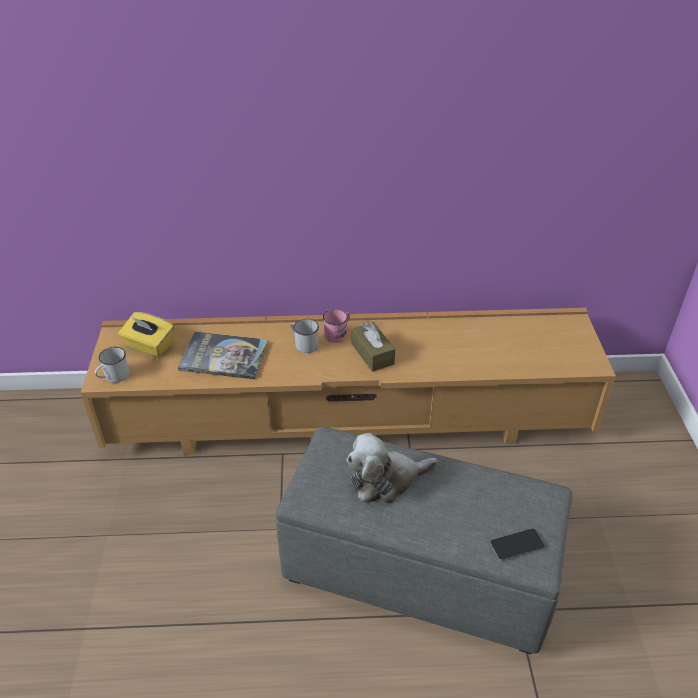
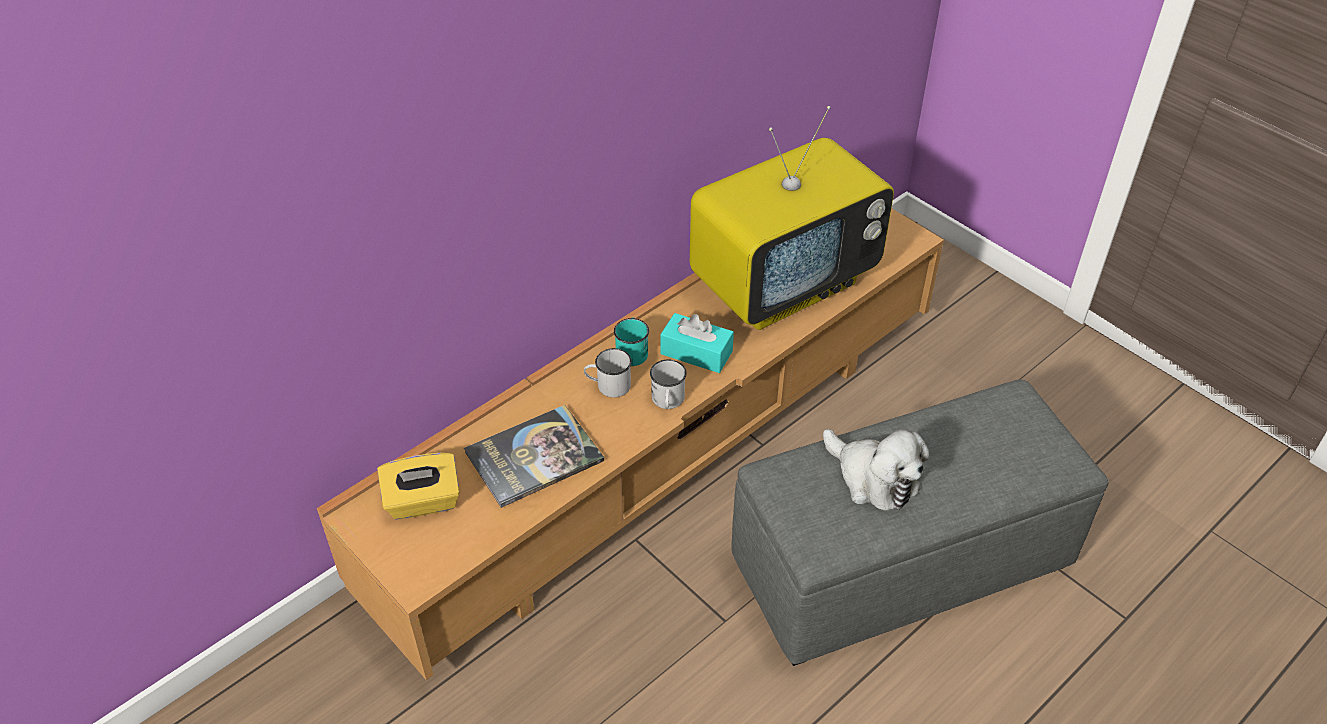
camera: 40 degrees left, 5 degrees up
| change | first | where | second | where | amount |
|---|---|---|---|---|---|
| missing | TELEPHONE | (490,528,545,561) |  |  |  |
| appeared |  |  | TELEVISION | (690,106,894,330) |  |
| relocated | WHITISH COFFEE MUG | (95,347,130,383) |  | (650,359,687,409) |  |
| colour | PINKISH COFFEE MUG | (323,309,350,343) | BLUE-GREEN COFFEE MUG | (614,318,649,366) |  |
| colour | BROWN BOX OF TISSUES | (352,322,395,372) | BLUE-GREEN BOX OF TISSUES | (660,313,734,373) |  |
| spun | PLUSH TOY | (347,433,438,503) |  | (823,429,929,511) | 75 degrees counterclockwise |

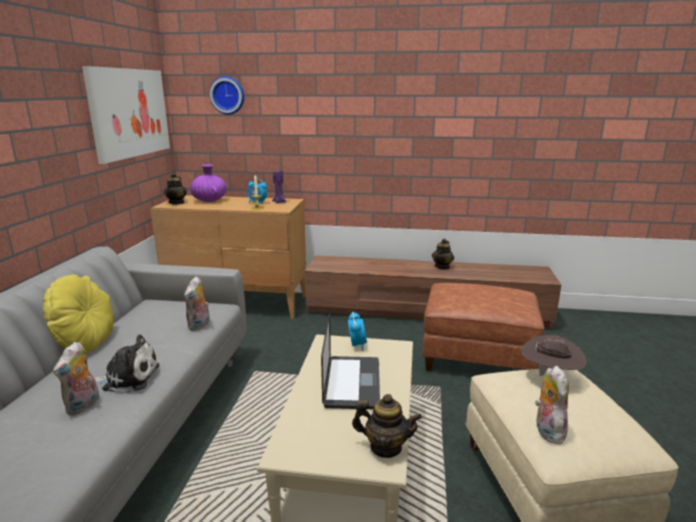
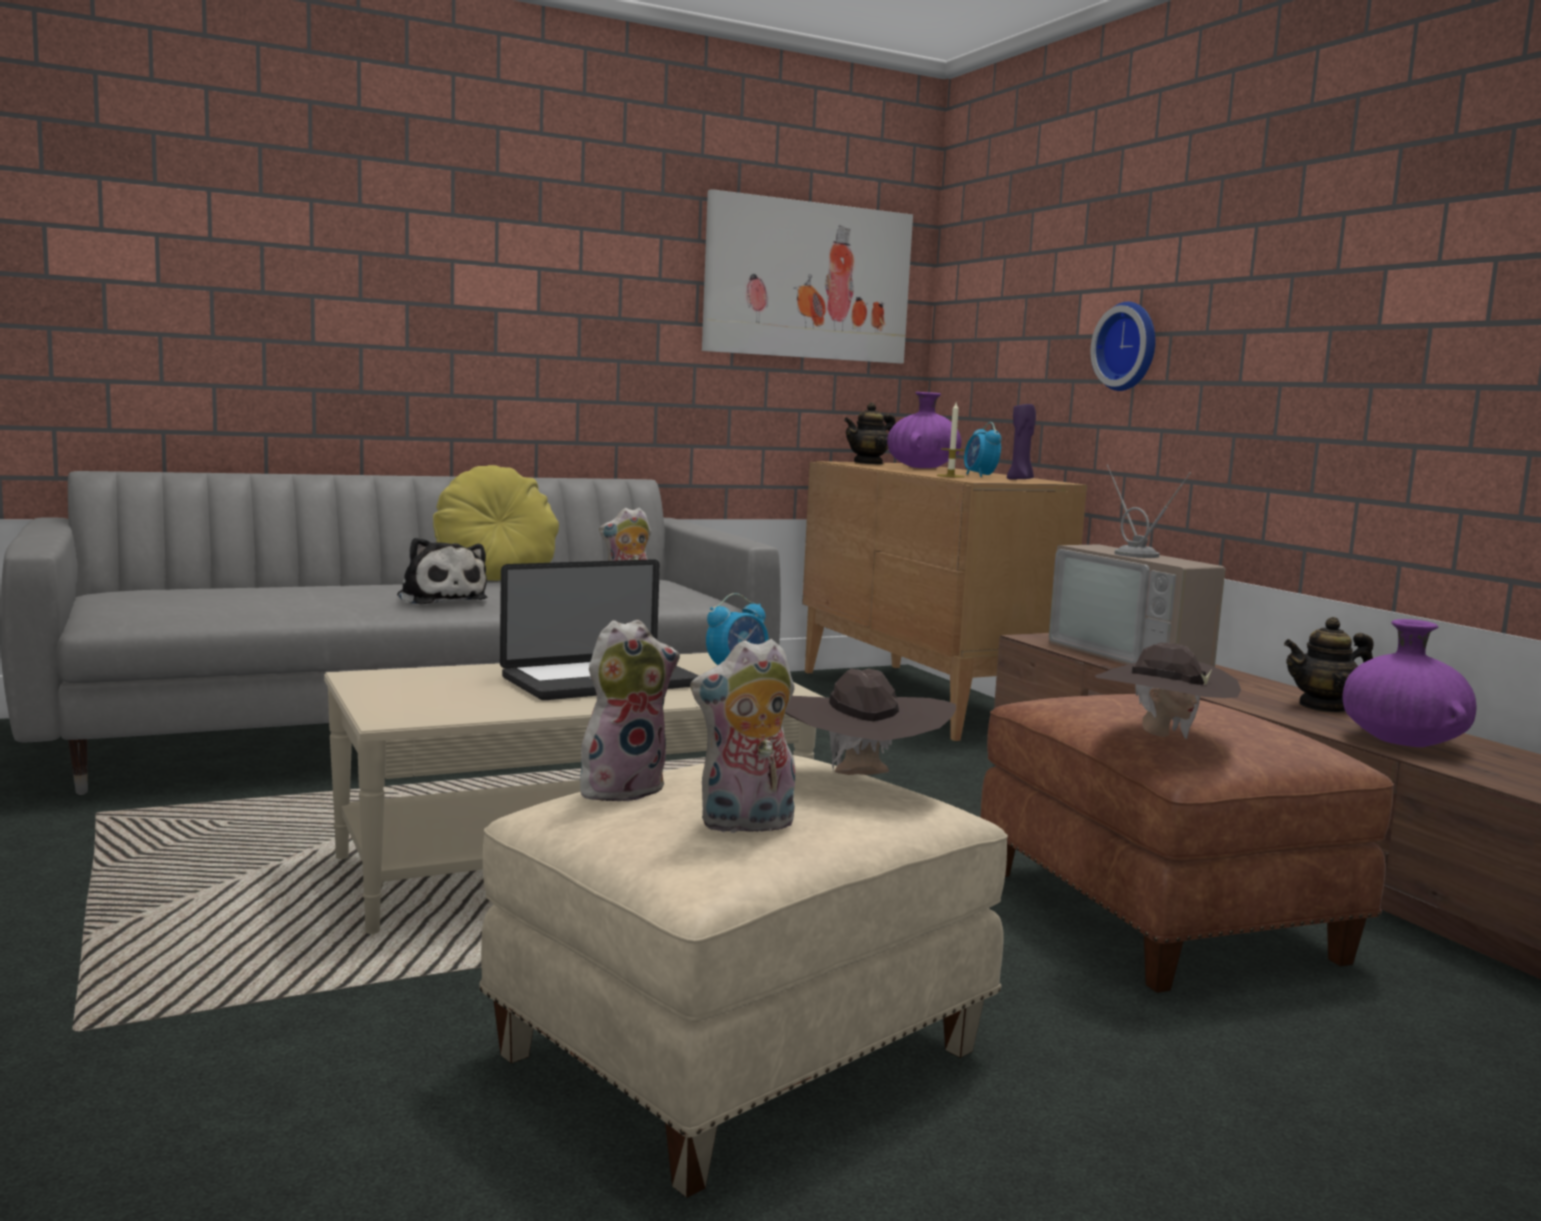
camera: 55 degrees right, 10 degrees down
| change | first | where | second | where | amount |
|---|---|---|---|---|---|
| missing | TEA POT | (352,394,422,458) |  |  |  |
| appeared |  |  | TELEVISION | (1049,464,1225,667) |  |
| appeared |  |  | BROWN HAT | (1095,643,1241,739) |  |
| appeared |  |  | PURPLE VASE | (1343,619,1477,747) |  |
| relocated | PLUSH TOY | (53,342,99,415) |  | (690,639,796,833) |  |
| relocated | HANGING CLOCK | (209,76,244,115) |  | (1091,302,1156,391) |  |

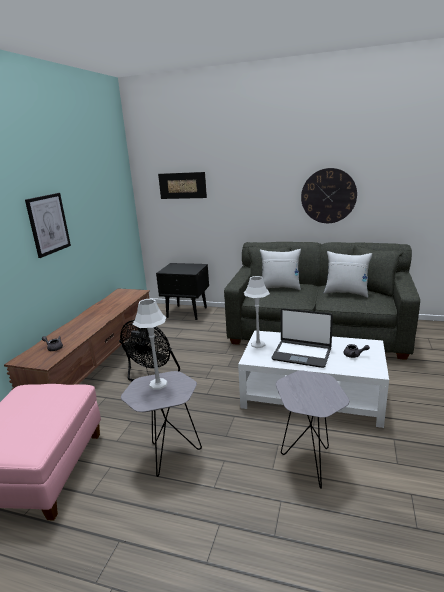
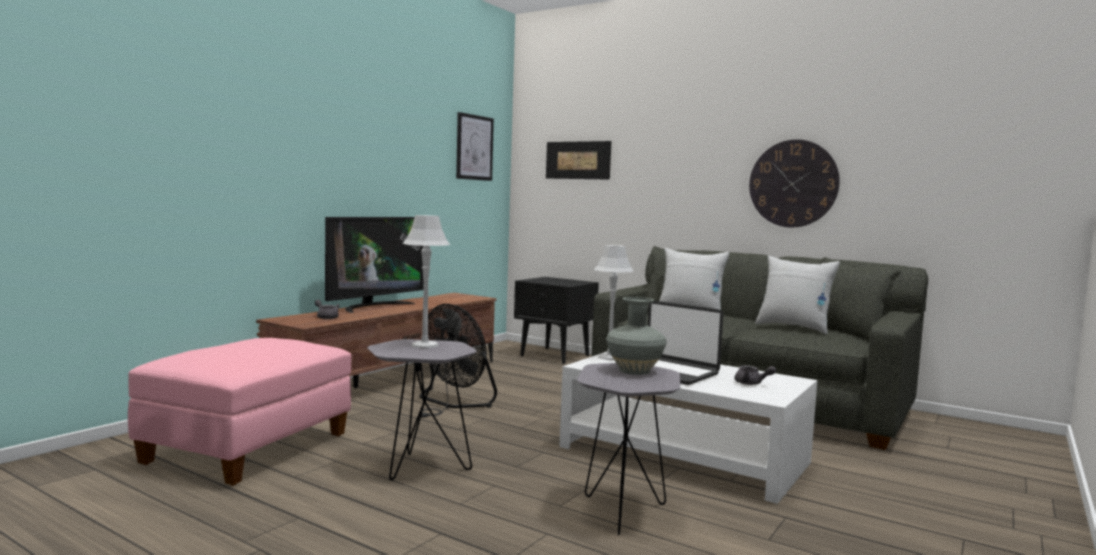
camera: 15 degrees right, 15 degrees down
| change | first | where | second | where | amount |
|---|---|---|---|---|---|
| appeared |  |  | TELEVISION | (325,217,424,313) |  |
| appeared |  |  | GREYISH VASE | (606,297,667,375) |  |
| relocated | PICTURE | (25,193,71,258) |  | (456,112,494,181) |  |

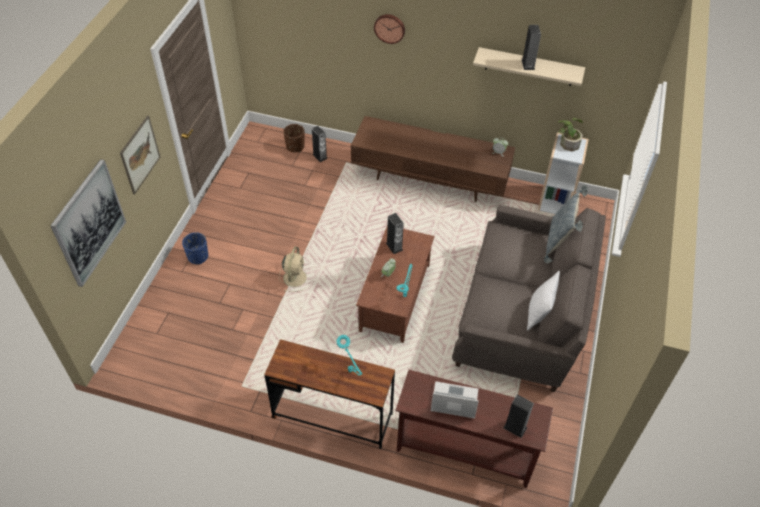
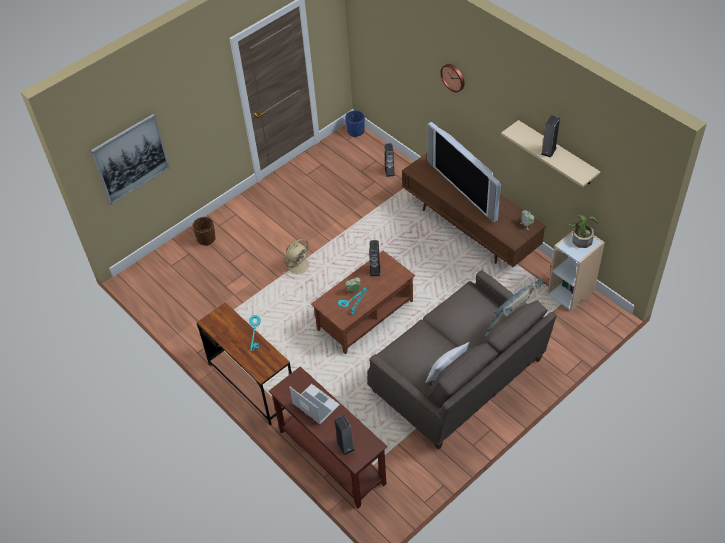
camera: 35 degrees right, 0 degrees up
| change | first | where | second | where | amount |
|---|---|---|---|---|---|
| missing | PICTURE | (120,116,160,194) |  |  |  |
| appeared |  |  | TELEVISION | (427,122,501,222) |  |
| relocated | BLUISH FLOWER POT | (182,232,208,264) |  | (345,110,365,137) |  |
| relocated | BROWN FLOWER POT | (283,124,305,152) |  | (192,217,216,246) |  |

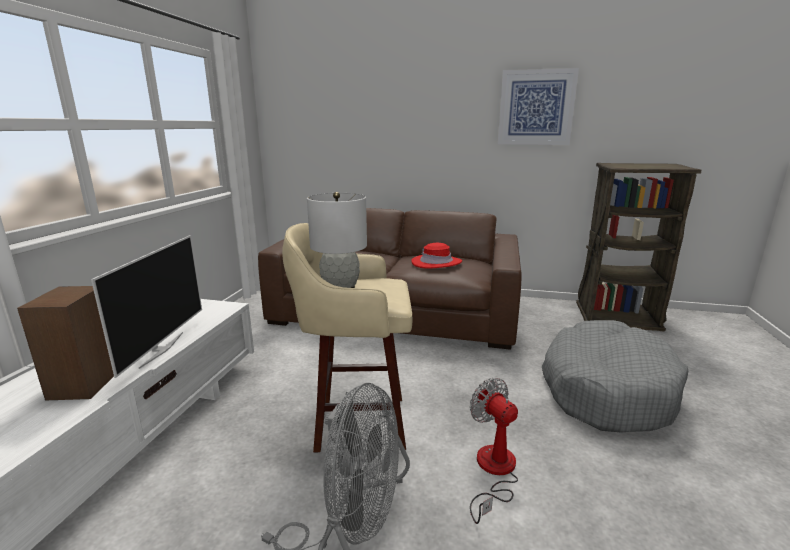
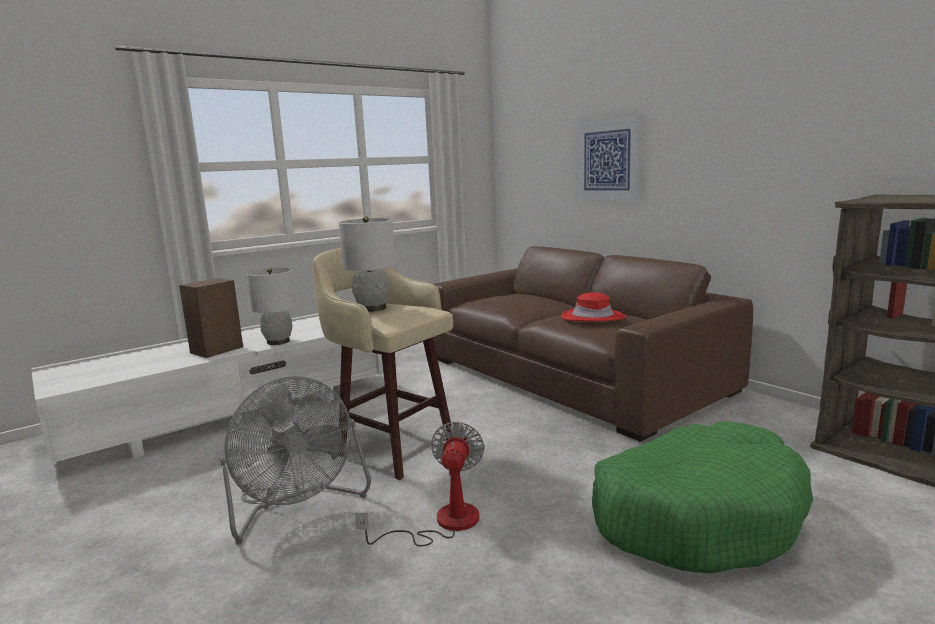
camera: 40 degrees right, 5 degrees down
| change | first | where | second | where | amount |
|---|---|---|---|---|---|
| relocated | PICTURE | (498,68,579,145) |  | (576,115,642,202) |  |
| exchanged | TELEVISION | (91,235,202,378) | WHITISH TABLETOP LAMP | (247,268,296,345) |  |
| colour | GREYISH DOG BED | (542,320,688,433) | GREENISH DOG BED | (592,422,813,573) |  |

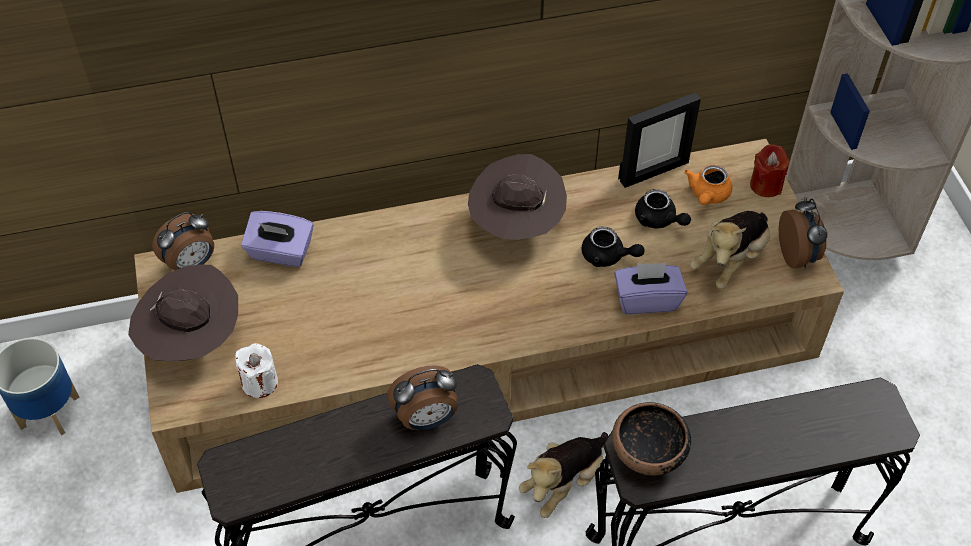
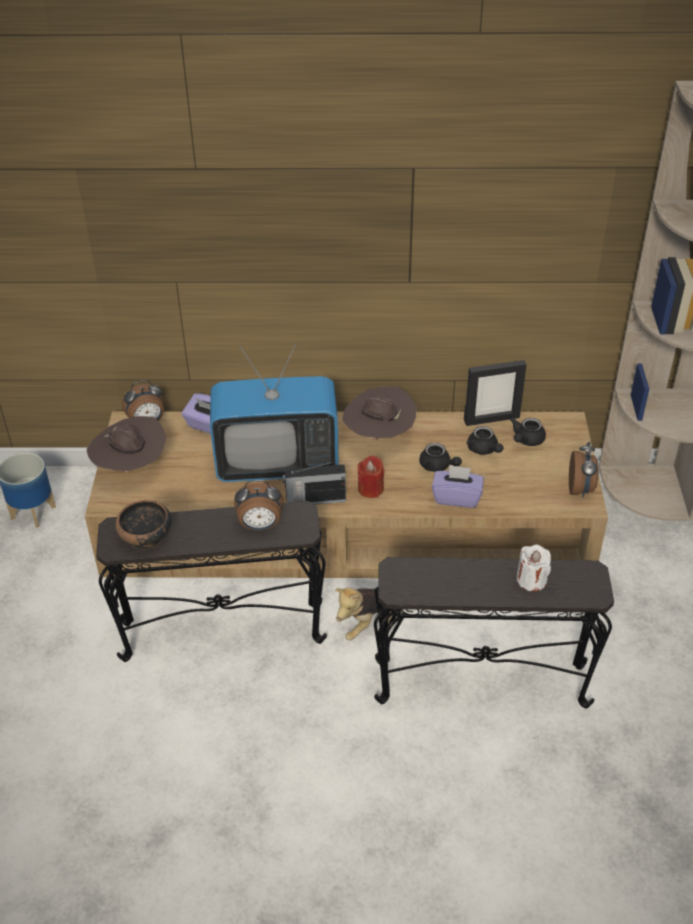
camera: 15 degrees right, 10 degrees down
| change | first | where | second | where | amount |
|---|---|---|---|---|---|
| missing | PLUSH TOY | (690,211,770,289) |  |  |  |
| appeared |  |  | TELEVISION | (210,343,339,482) |  |
| appeared |  |  | RADIO | (282,461,346,505) |  |
| relocated | WHITISH CANDLE | (235,343,278,398) |  | (517,545,551,591) |  |
| relocated | SERVING BOWL | (612,402,691,476) |  | (115,500,171,549) |  |
| relocated | RED-COLOURED CANDLE | (750,144,789,197) |  | (357,456,384,498) |  |
| colour | ORANGE-COLOURED TEA POT | (684,165,732,205) | BLACKISH TEA POT | (510,418,546,446) |  |

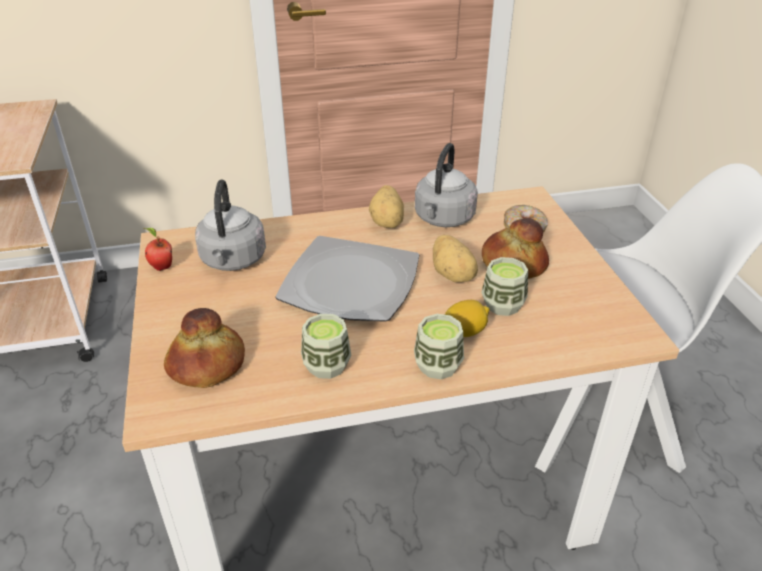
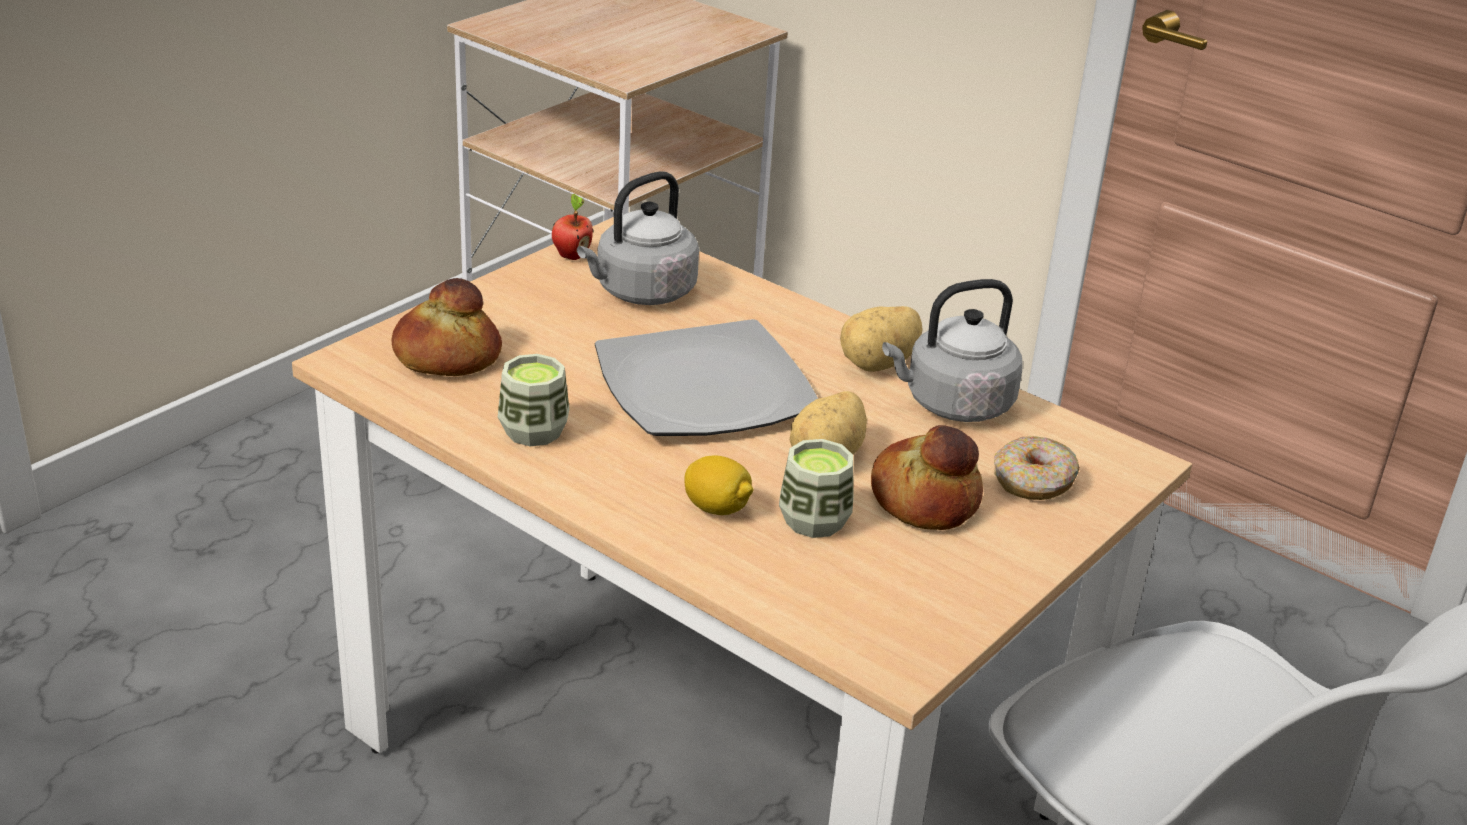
camera: 50 degrees right, 5 degrees down
| change | first | where | second | where | amount |
|---|---|---|---|---|---|
| missing | CUP | (414,314,464,379) |  |  |  |

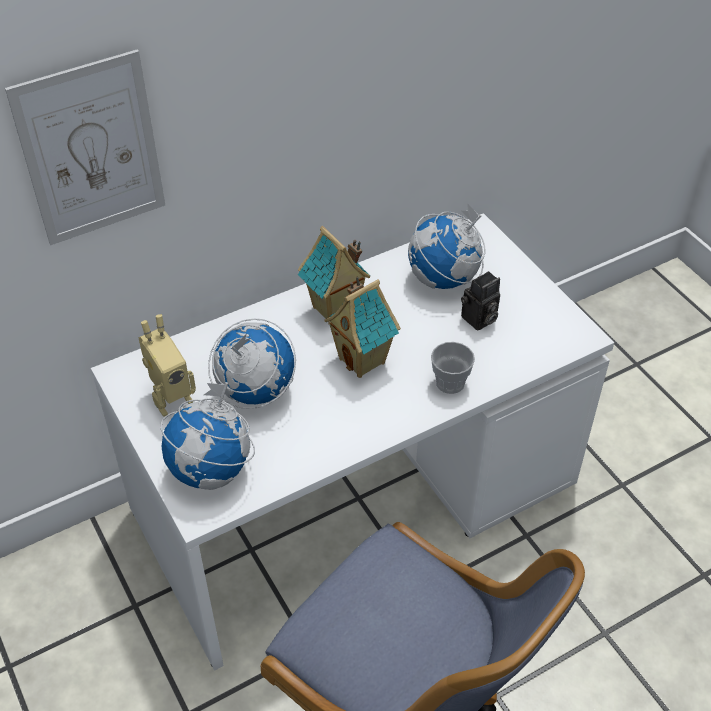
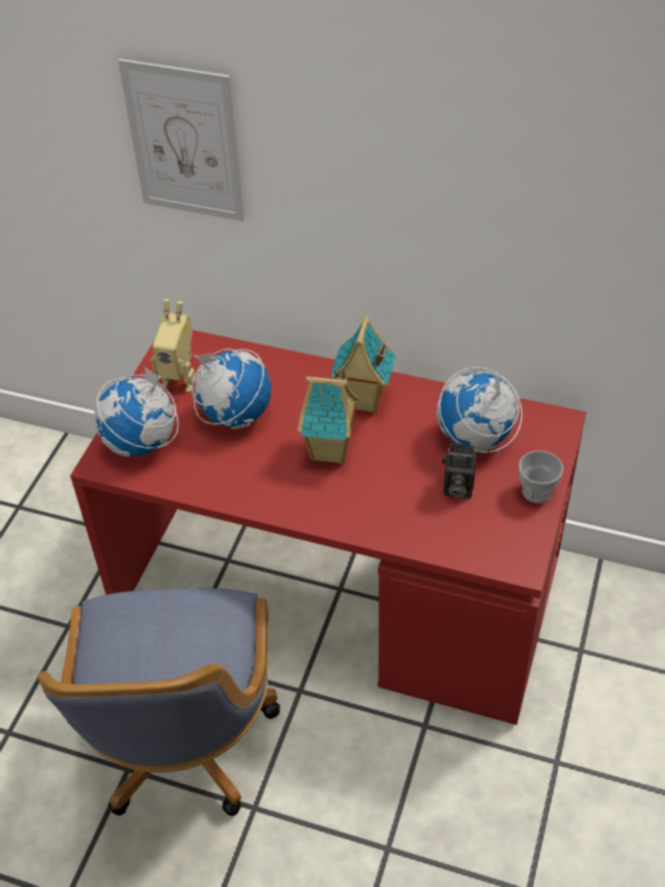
camera: 50 degrees right, 0 degrees up
| change | first | where | second | where | amount |
|---|---|---|---|---|---|
| relocated | CUP | (431,342,475,394) |  | (519,451,564,503) |  |
| colour | WHITISH DESK TABLE | (91,213,614,671) | RED-COLOURED DESK TABLE | (70,330,586,725) |  |

